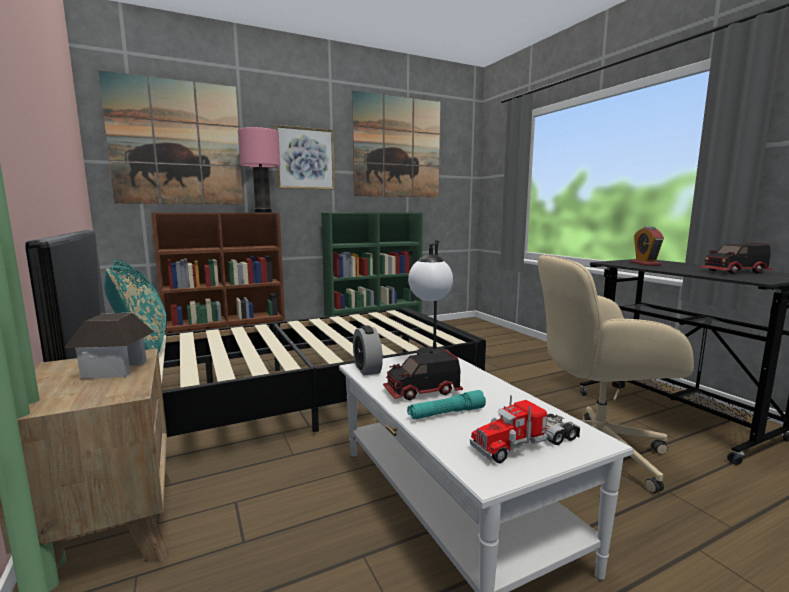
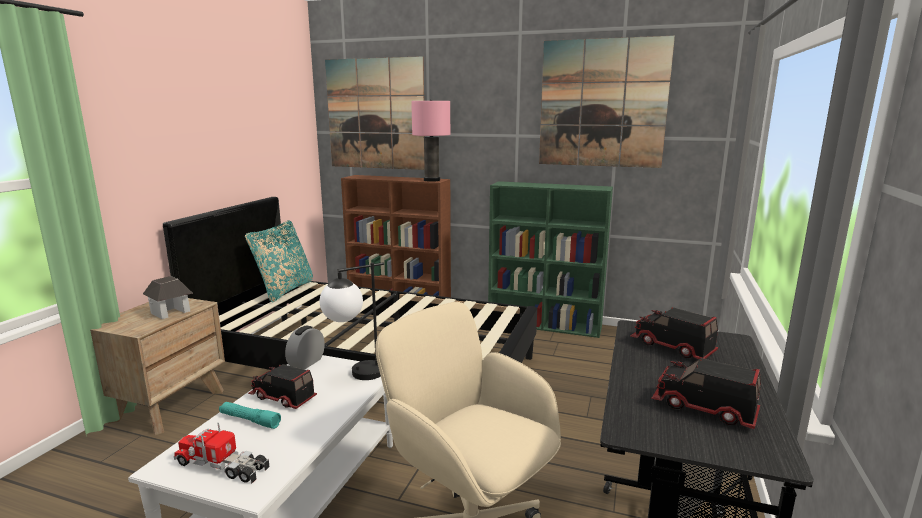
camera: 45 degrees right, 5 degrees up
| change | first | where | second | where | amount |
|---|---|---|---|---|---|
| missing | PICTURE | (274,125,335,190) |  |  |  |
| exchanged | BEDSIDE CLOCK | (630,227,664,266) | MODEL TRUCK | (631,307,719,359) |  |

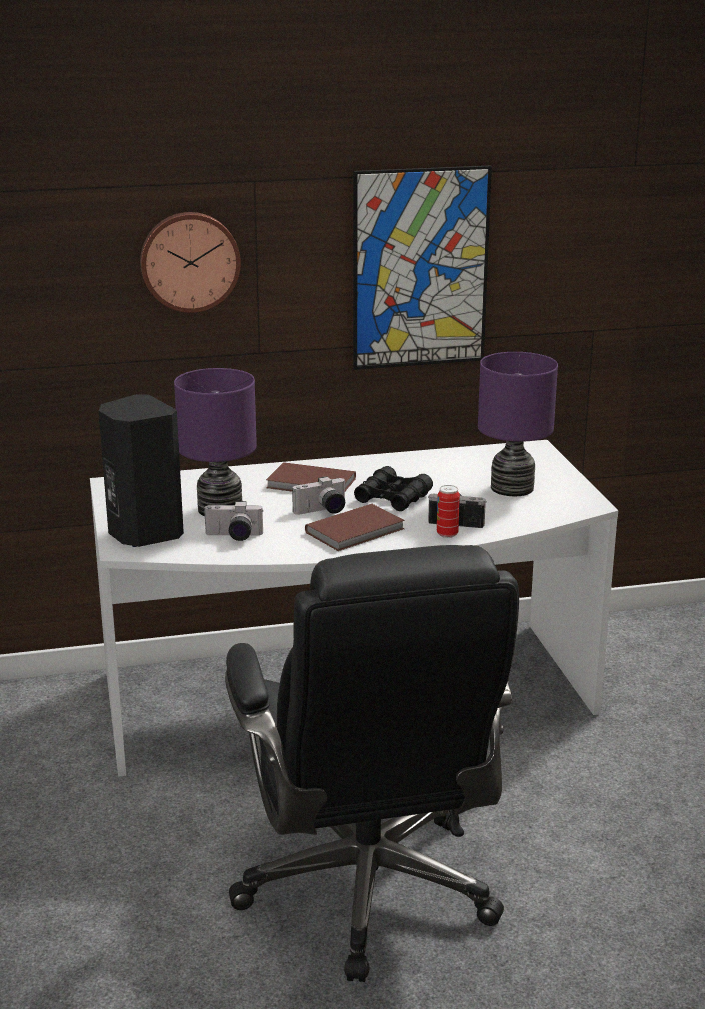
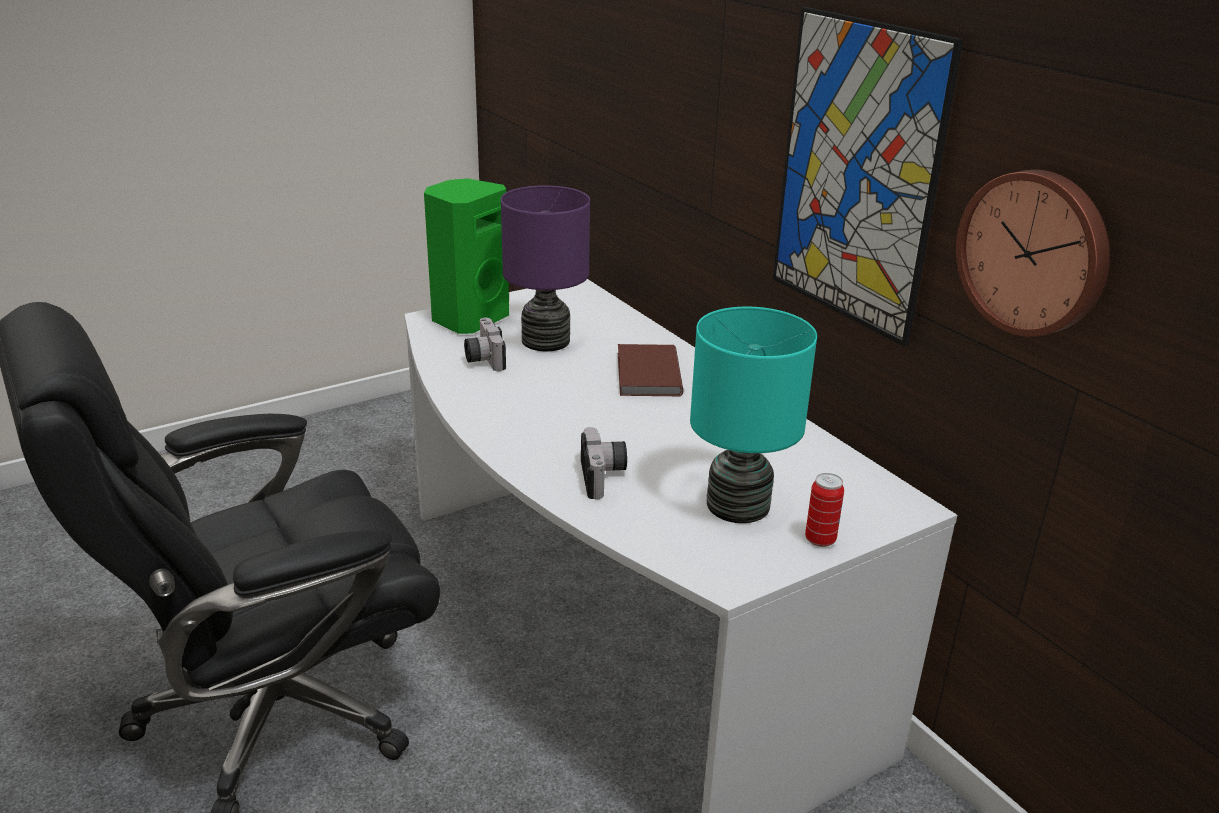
camera: 70 degrees right, 5 degrees up
| change | first | where | second | where | amount |
|---|---|---|---|---|---|
| missing | PHOTO CAMERA | (292,476,346,515) |  |  |  |
| missing | BROWN VOLUME | (305,504,405,551) |  |  |  |
| missing | BLACKISH BINOCULARS | (354,466,433,511) |  |  |  |
| relocated | HANGING CLOCK | (140,212,241,313) |  | (956,170,1110,337) |  |
| relocated | METAL CAN | (437,485,460,538) |  | (805,473,844,547) |  |
| colour | BLACKISH LOUDSPEAKER | (98,394,184,547) | GREENISH LOUDSPEAKER | (424,178,509,334) |  |
| colour | PURPLE TABLETOP LAMP | (478,352,558,496) | BLUE-GREEN TABLETOP LAMP | (690,307,817,523) |  |

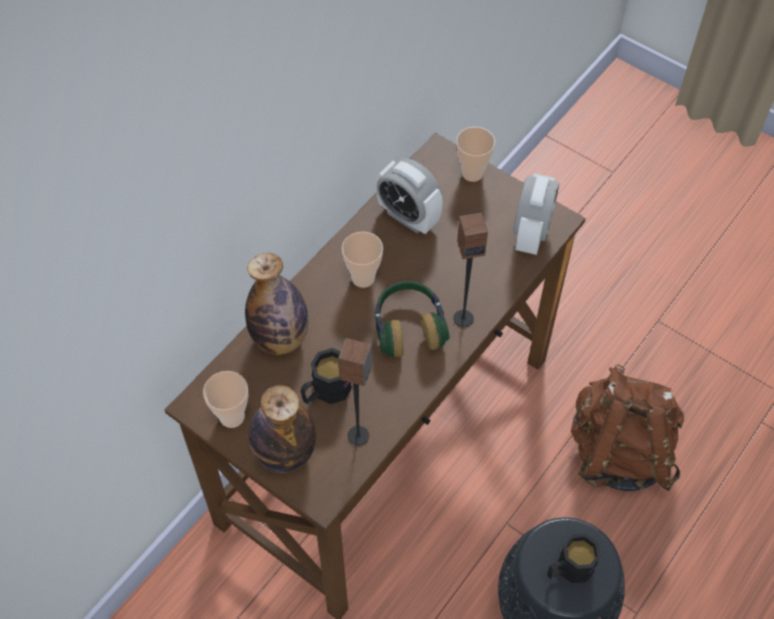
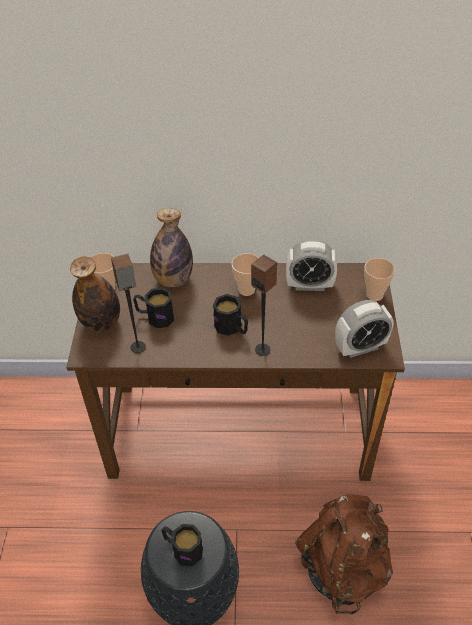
camera: 55 degrees right, 10 degrees down
| change | first | where | second | where | amount |
|---|---|---|---|---|---|
| exchanged | HEADPHONES | (375,281,449,357) | BLACKISH COFFEE MUG | (213,294,248,336) |  |
| spun | BEDSIDE CLOCK | (376,159,443,234) |  | (286,239,338,291) | 90 degrees counterclockwise |

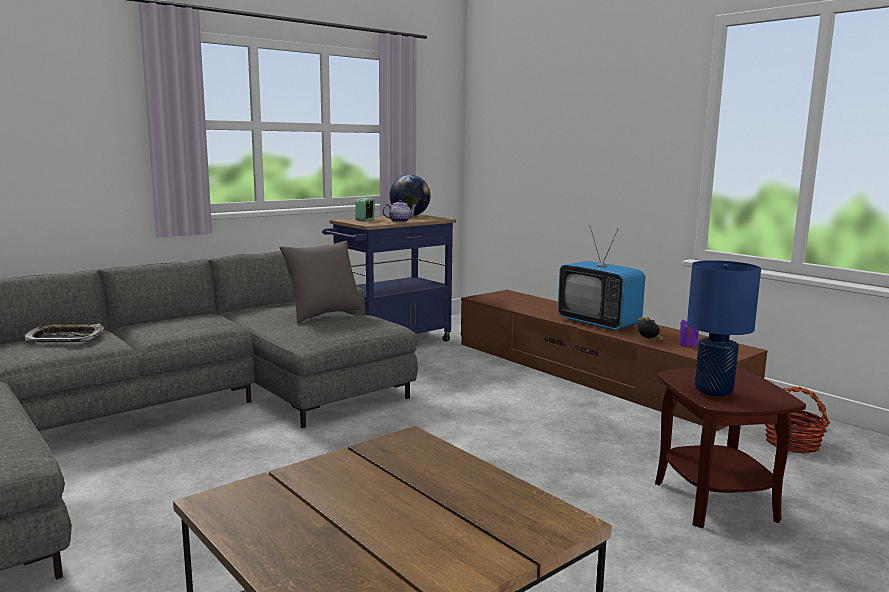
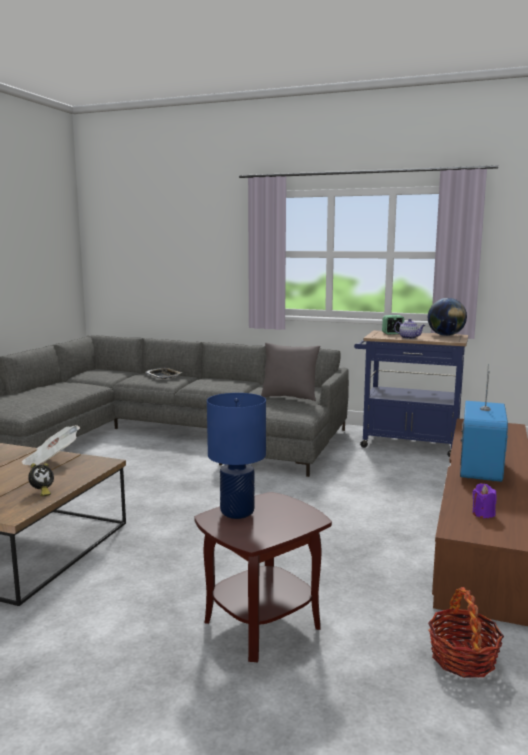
camera: 60 degrees right, 0 degrees up
| change | first | where | second | where | amount |
|---|---|---|---|---|---|
| appeared |  |  | NEWSPAPER | (21,425,80,466) |  |
| relocated | BEDSIDE CLOCK | (638,317,663,341) |  | (28,463,54,496) |  |

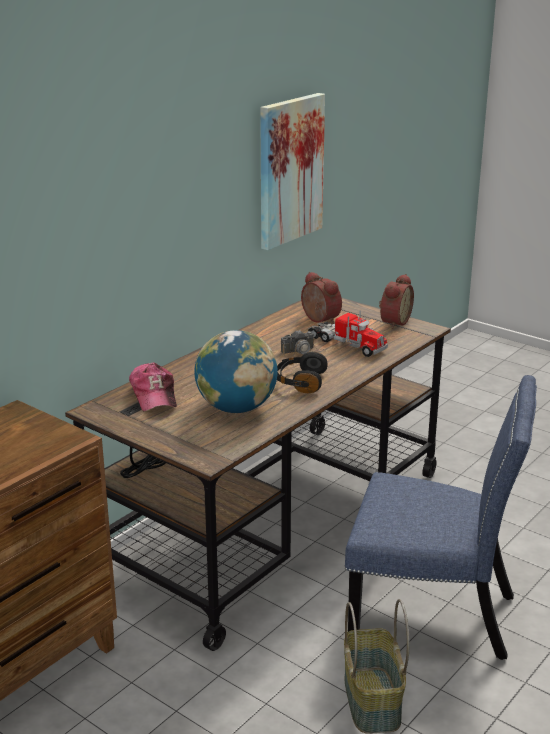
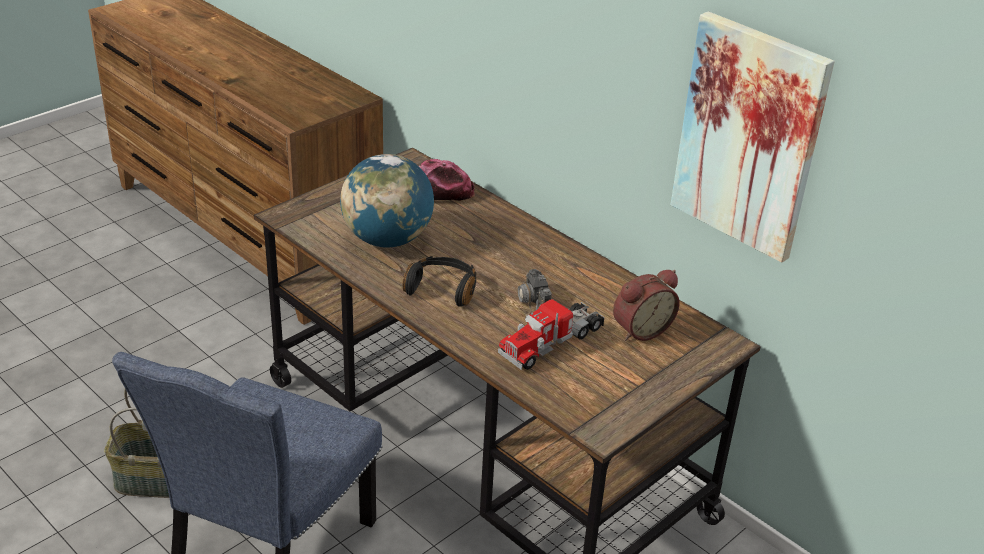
camera: 95 degrees right, 10 degrees up
| change | first | where | second | where | amount |
|---|---|---|---|---|---|
| missing | BEDSIDE CLOCK | (379,274,414,329) |  |  |  |

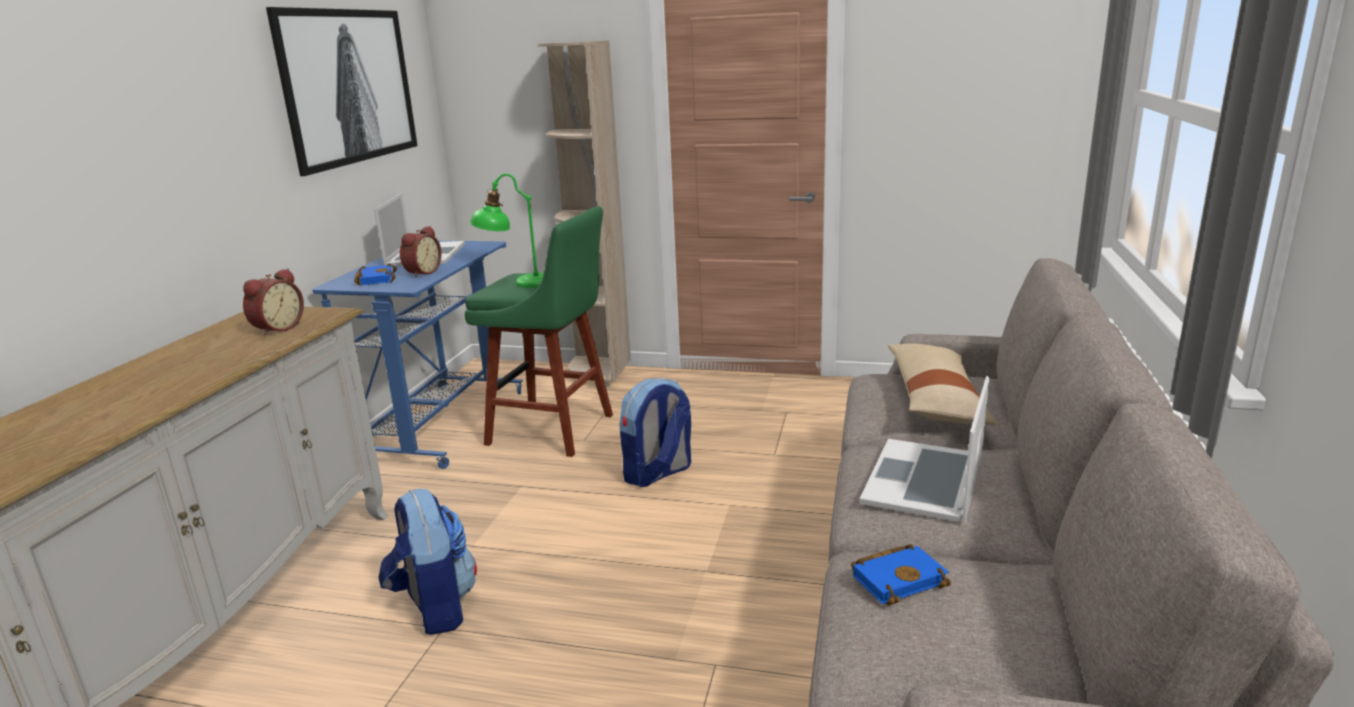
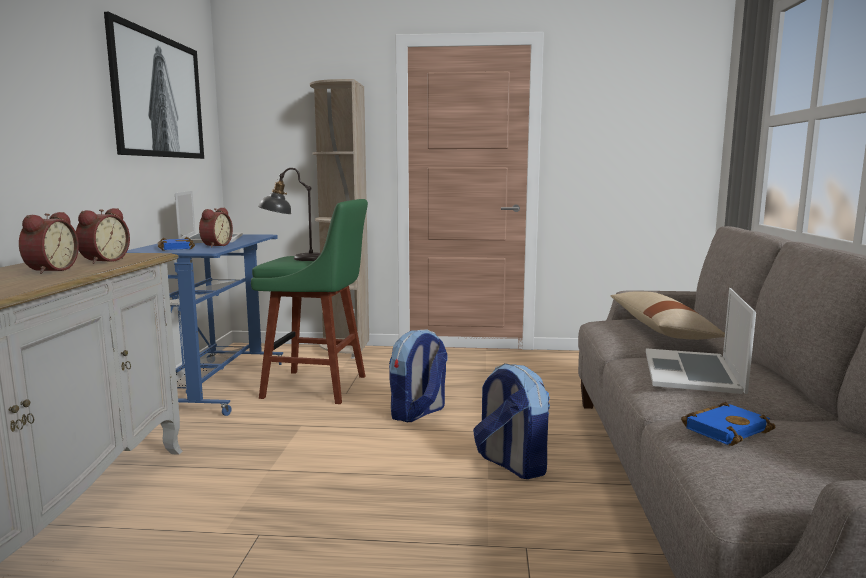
camera: 10 degrees left, 10 degrees down
| change | first | where | second | where | amount |
|---|---|---|---|---|---|
| appeared |  |  | BEDSIDE CLOCK | (19,212,79,274) |  |
| relocated | RUCKSACK | (378,489,477,635) |  | (473,363,550,479) |  |
| colour | GREENISH TABLETOP LAMP | (470,173,544,288) | GREYISH TABLETOP LAMP | (258,168,321,261) |  |

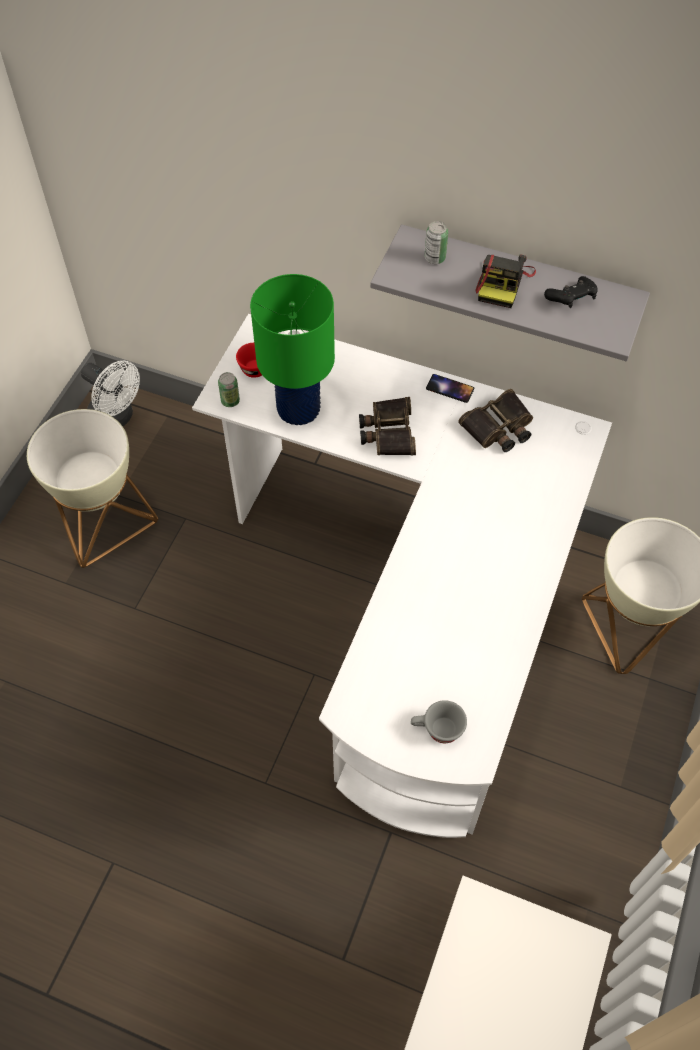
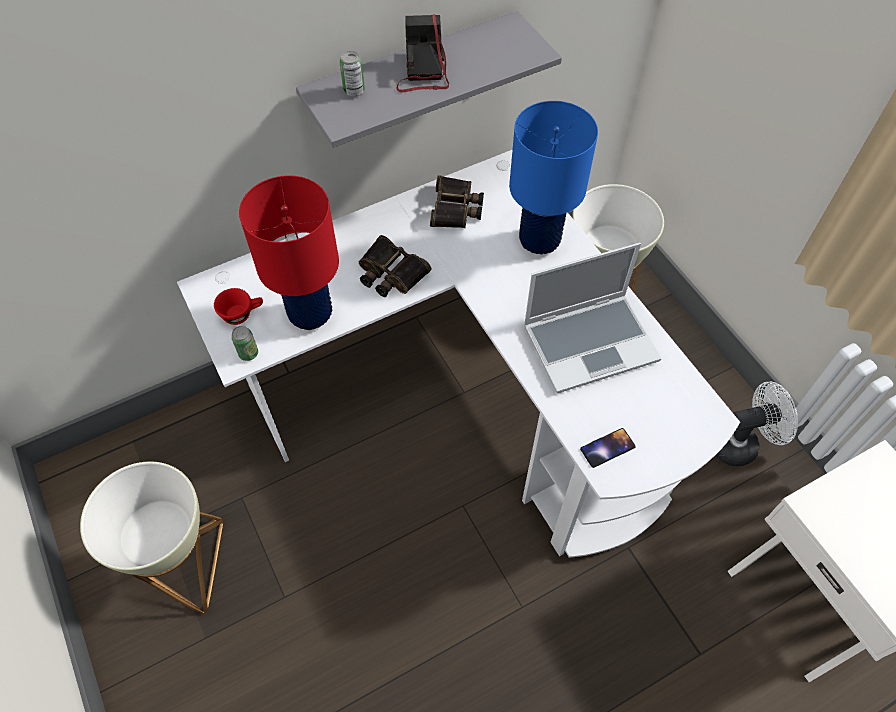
camera: 50 degrees left, 0 degrees up
| change | first | where | second | where | amount |
|---|---|---|---|---|---|
| missing | GREYISH CUP | (411,700,467,743) |  |  |  |
| missing | BLACKISH JOYPAD | (544,276,598,308) |  |  |  |
| appeared |  |  | BLUISH TABLETOP LAMP | (509,101,598,254) |  |
| appeared |  |  | NOTEBOOK COMPUTER | (524,243,662,393) |  |
| relocated | WHITISH ELECTRIC FAN | (81,360,140,426) |  | (716,382,798,466) |  |
| relocated | TELEPHONE | (426,374,474,403) |  | (580,428,636,468) |  |
| colour | GREENISH TABLETOP LAMP | (250,274,335,425) | RED-COLOURED TABLETOP LAMP | (239,175,339,330) |  |
| spun | PHOTO CAMERA | (475,254,536,308) |  | (396,14,449,92) | 150 degrees counterclockwise |

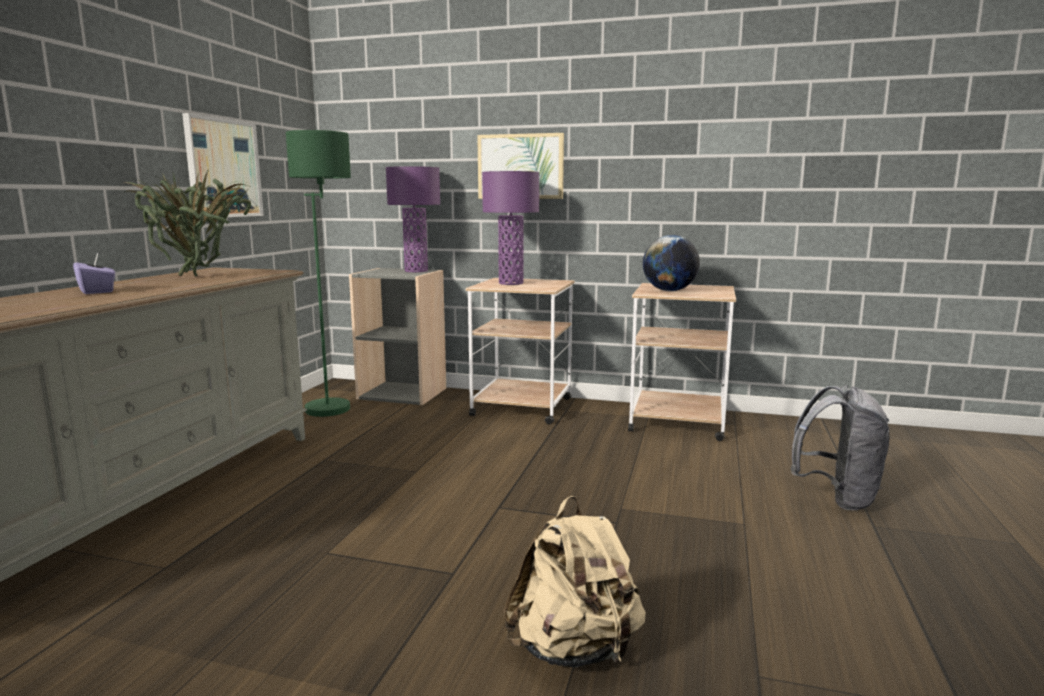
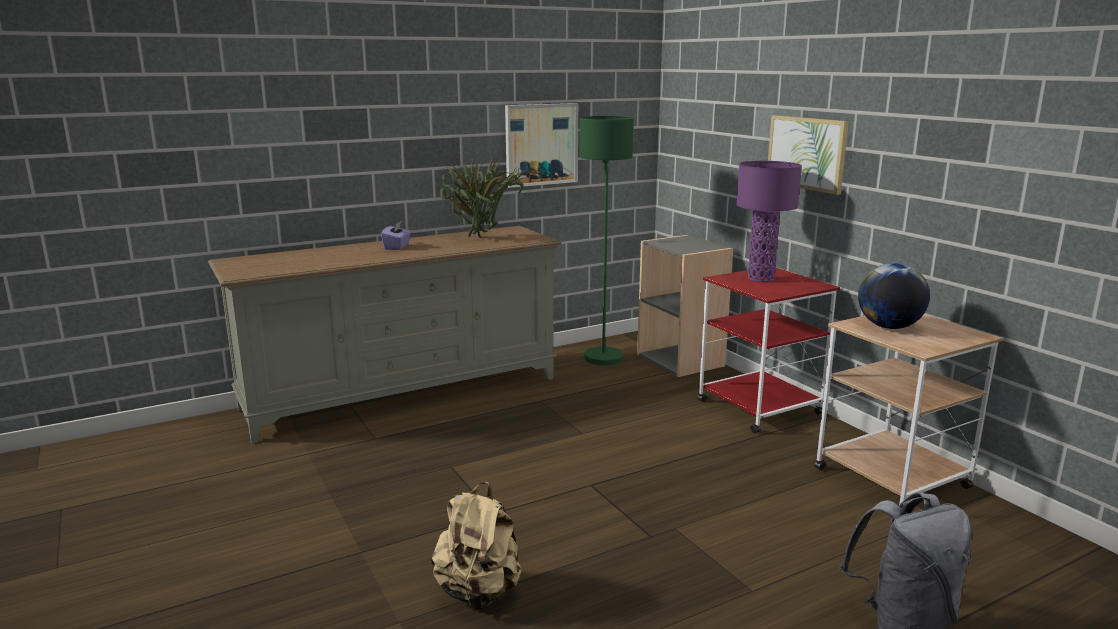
camera: 45 degrees right, 5 degrees up
| change | first | where | second | where | amount |
|---|---|---|---|---|---|
| missing | PURPLE TABLETOP LAMP | (386,166,440,272) |  |  |  |
| colour | BEIGE WHEELED CART | (465,278,575,424) | RED-COLOURED WHEELED CART | (697,267,840,433) |  |

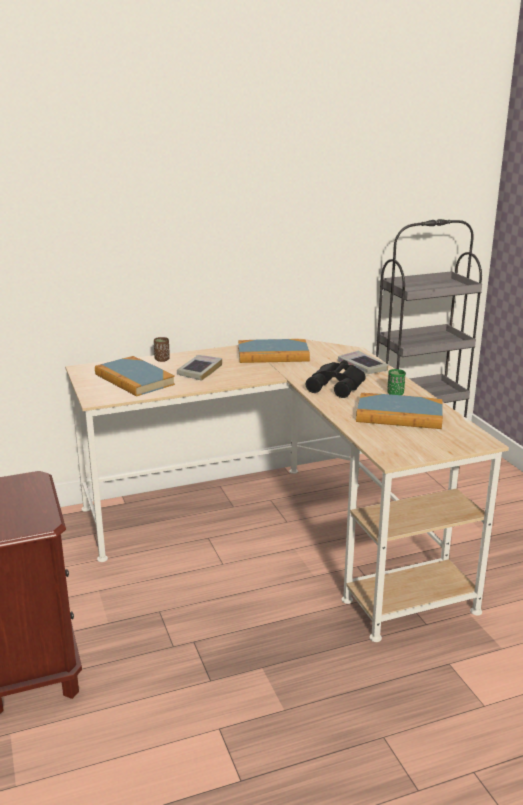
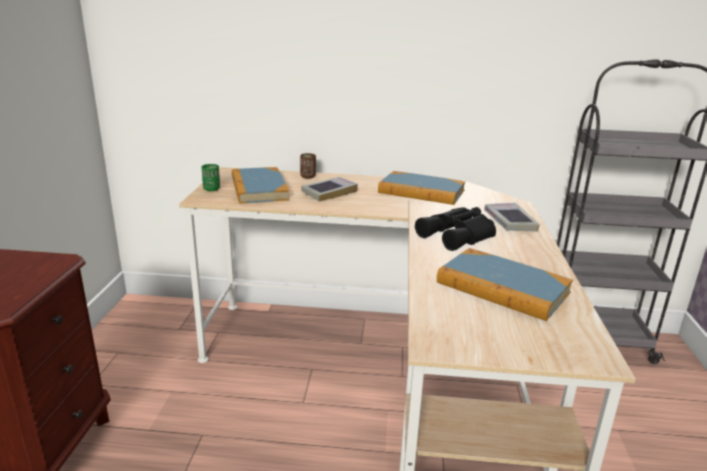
camera: 25 degrees right, 0 degrees up
| change | first | where | second | where | amount |
|---|---|---|---|---|---|
| relocated | GREENISH CUP | (387,369,406,395) |  | (201,164,220,191) |  |

